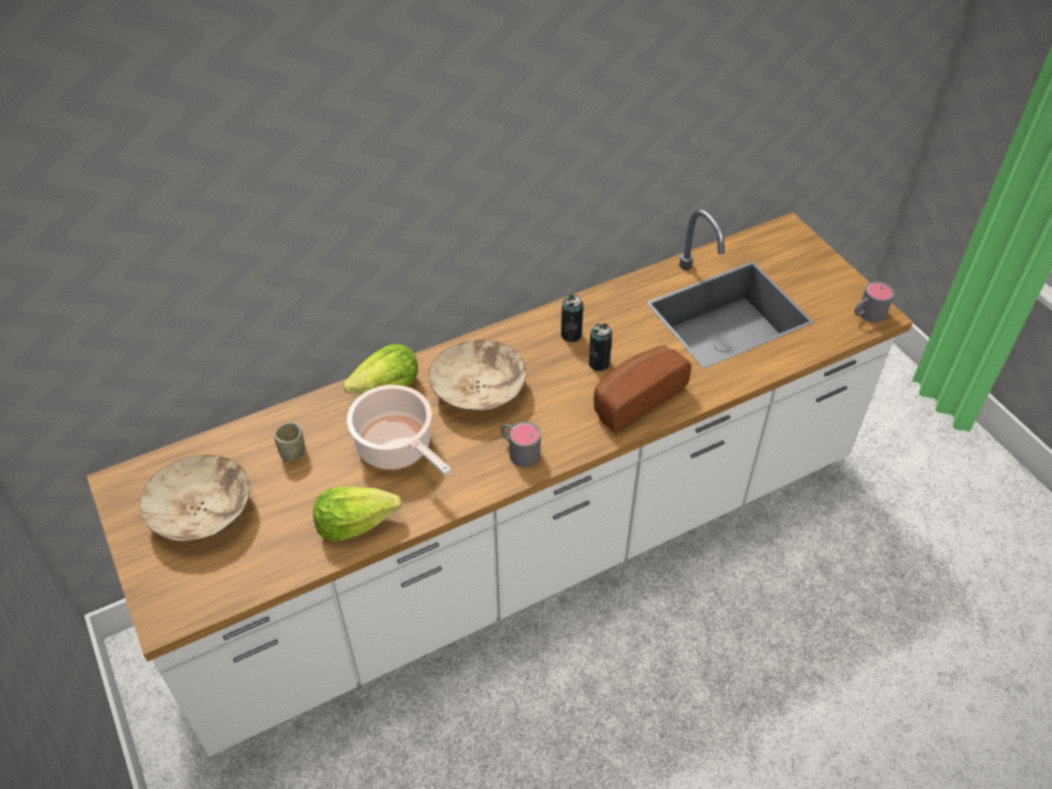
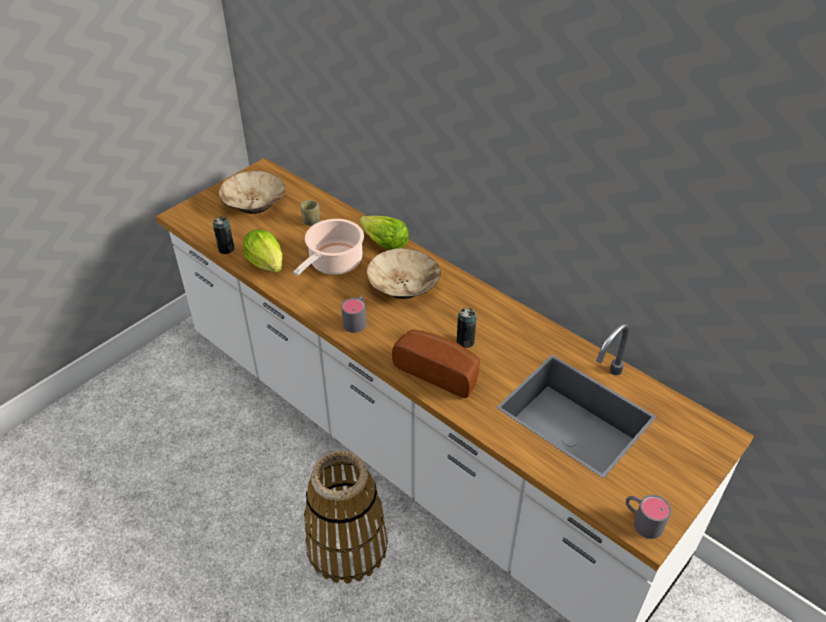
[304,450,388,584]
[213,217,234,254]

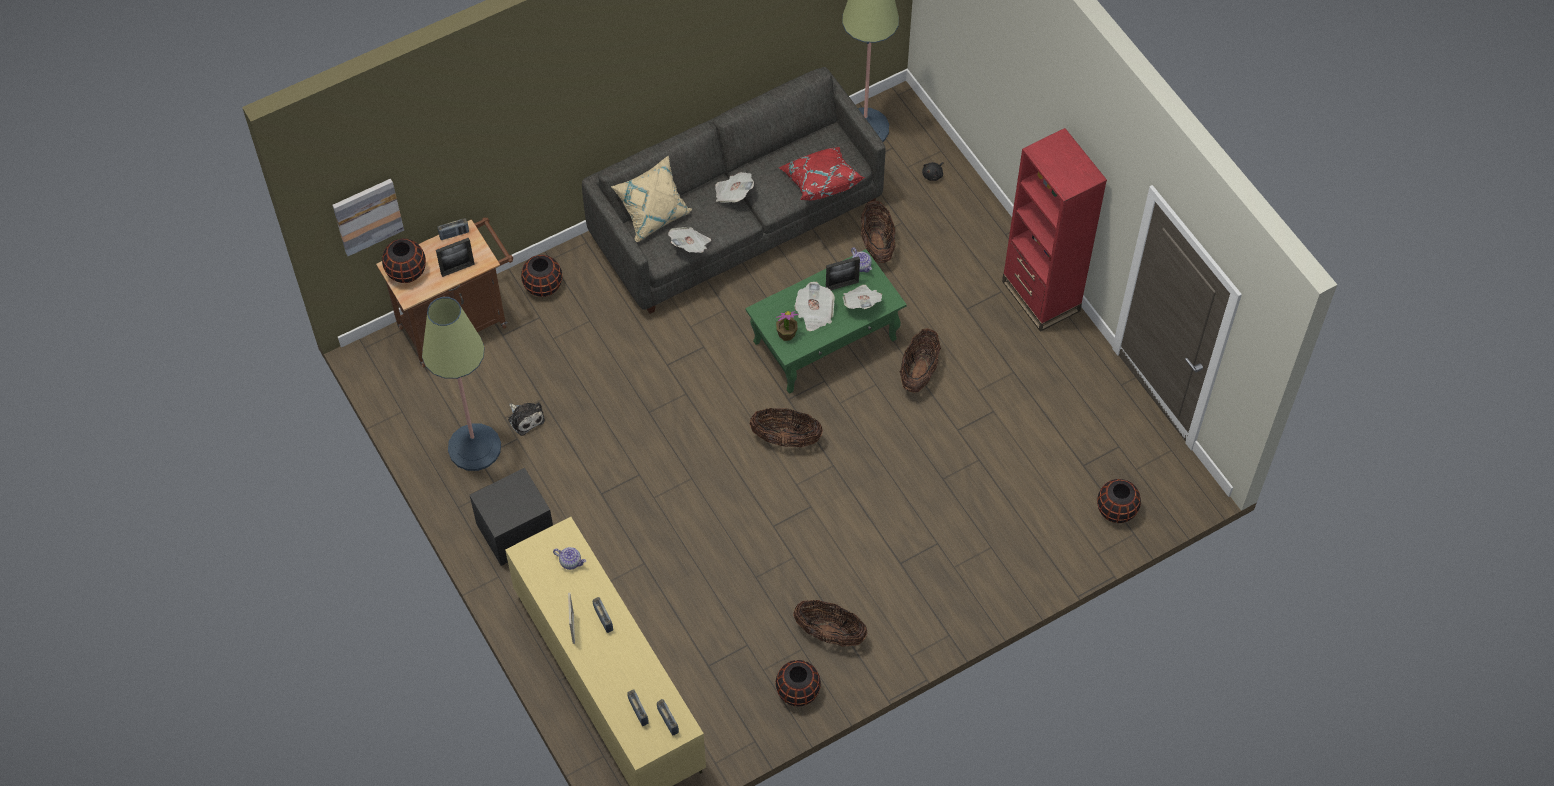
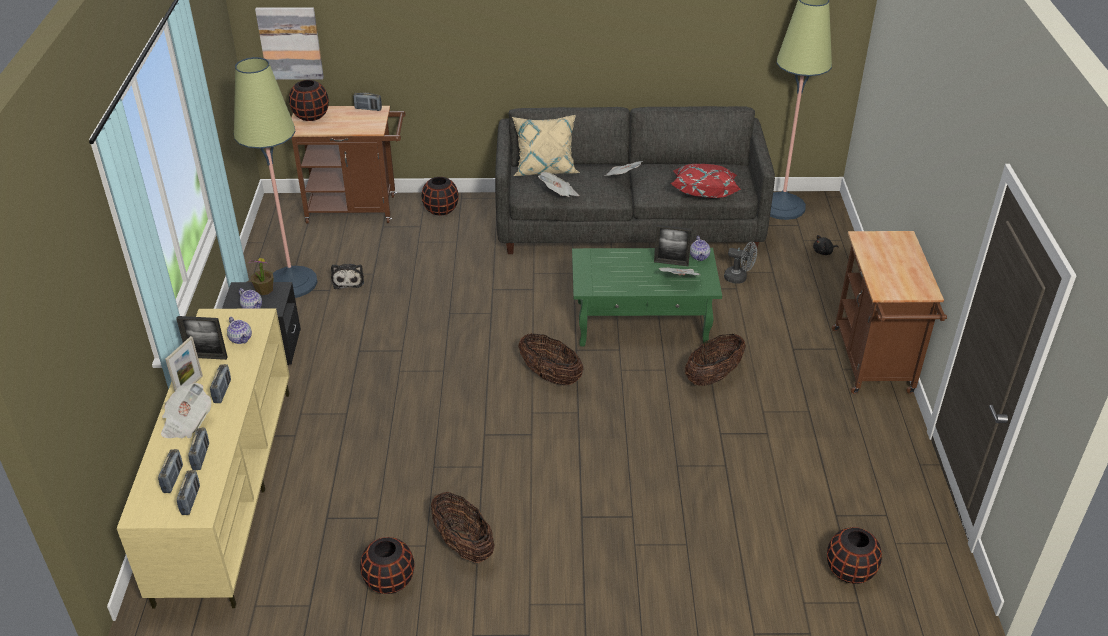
[188,428,209,470]
[239,288,262,309]
[176,316,227,360]
[248,258,274,295]
[161,383,211,438]
[724,242,757,284]
[832,231,947,394]

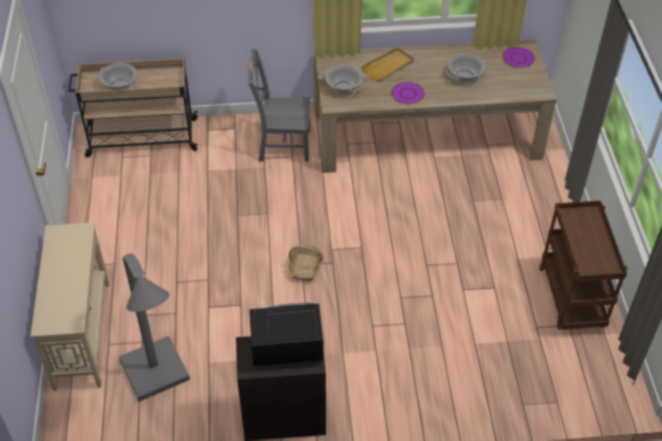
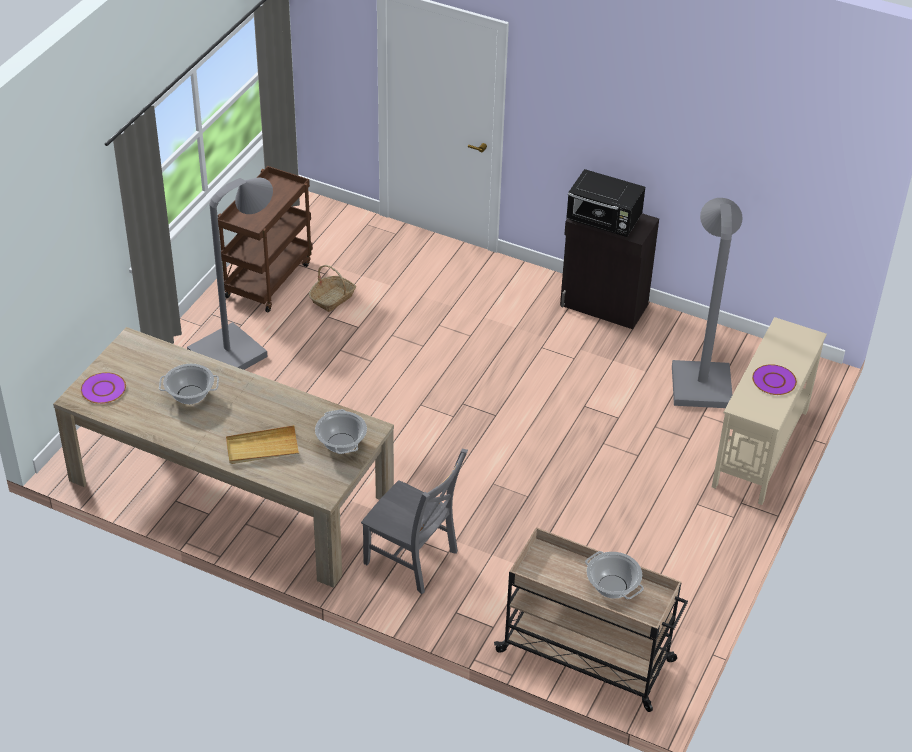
[187,177,273,370]
[309,265,356,312]
[752,364,797,395]

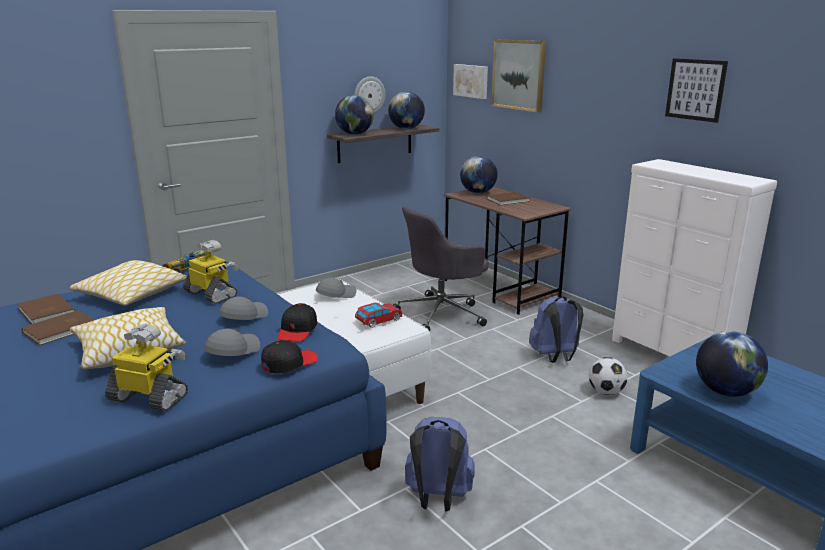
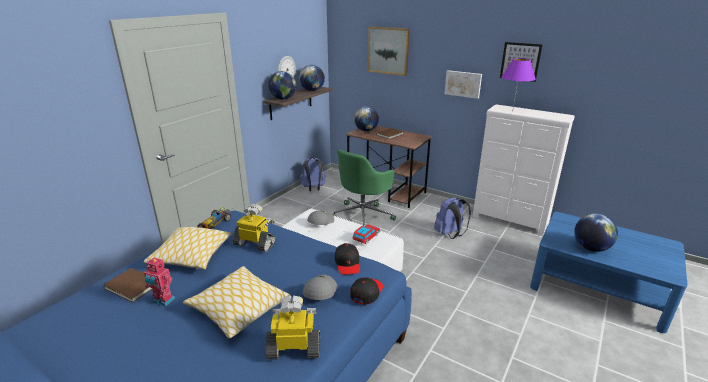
[219,297,268,320] (first image)
[589,357,628,395] (first image)
[502,58,536,108]
[300,157,326,191]
[444,70,482,99]
[144,258,175,307]
[332,149,396,226]

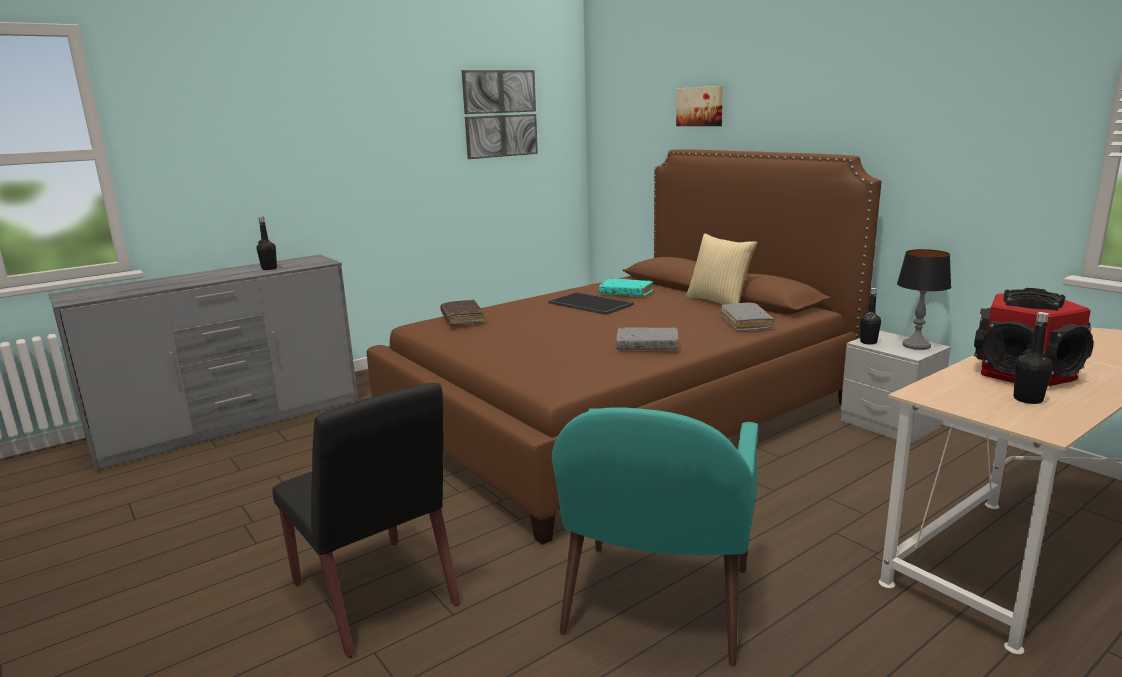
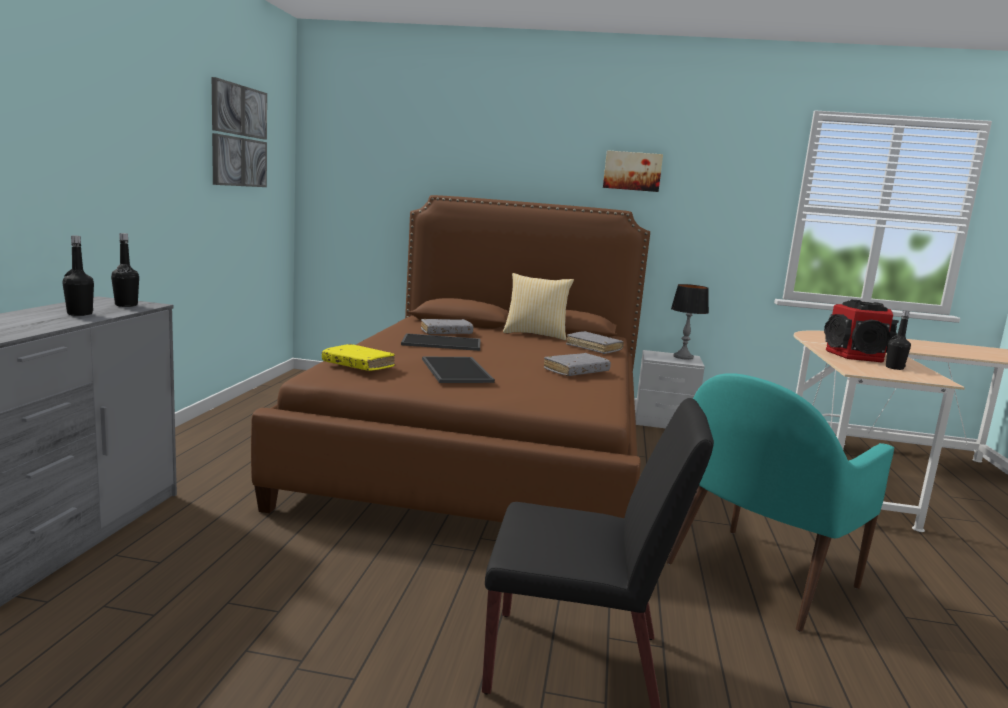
[422,356,495,383]
[603,150,663,192]
[111,233,139,307]
[322,344,395,371]
[421,319,474,334]
[667,373,895,632]

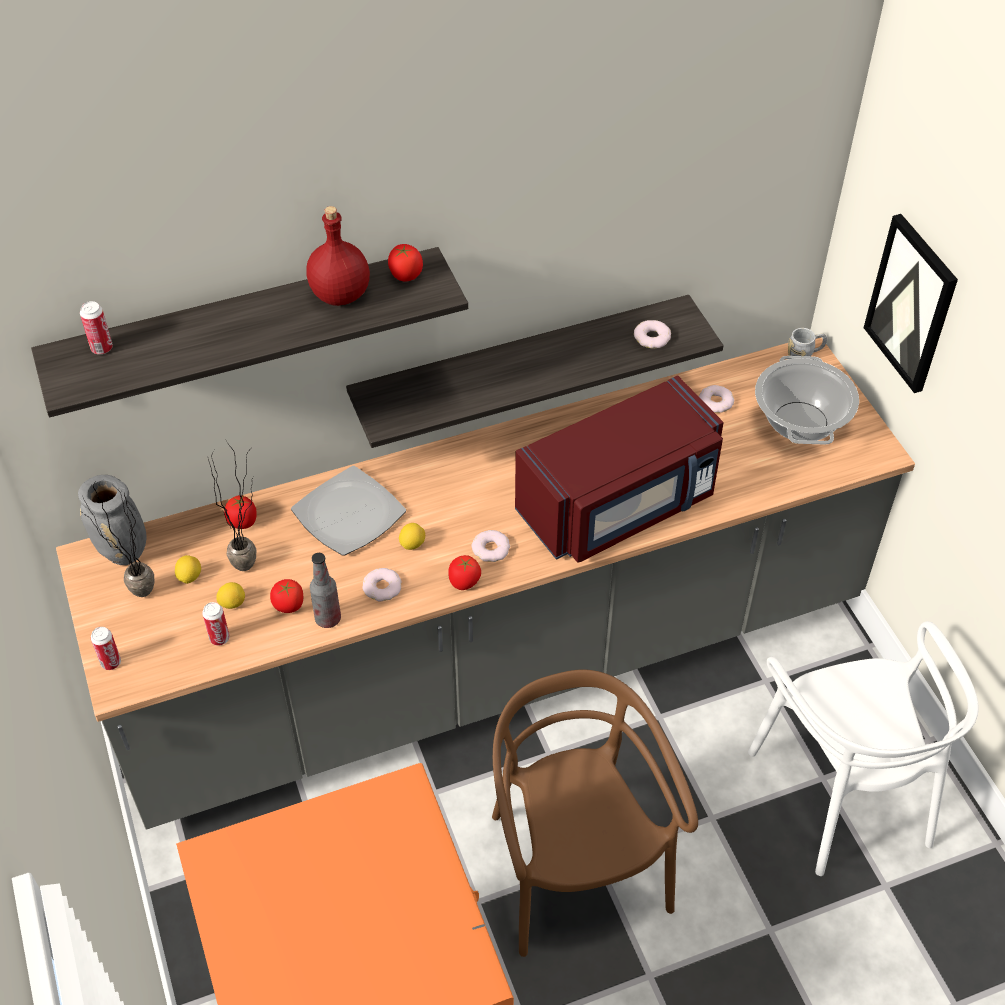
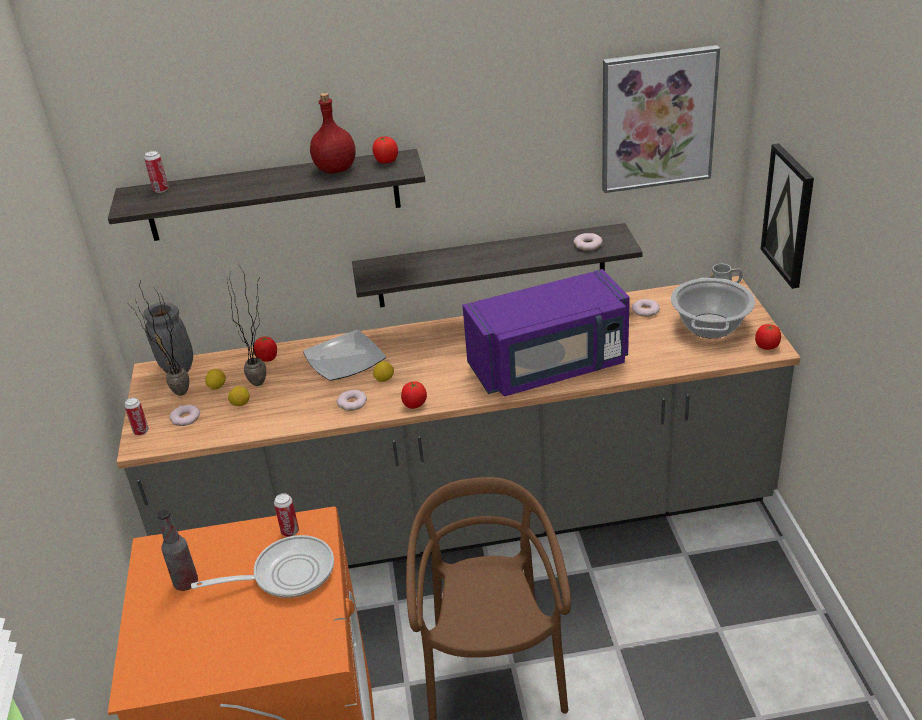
[748,621,979,876] (first image)
[191,535,334,598]
[602,45,720,193]
[274,493,299,537]
[755,324,781,350]
[157,509,198,591]
[169,405,200,426]
[463,269,630,396]

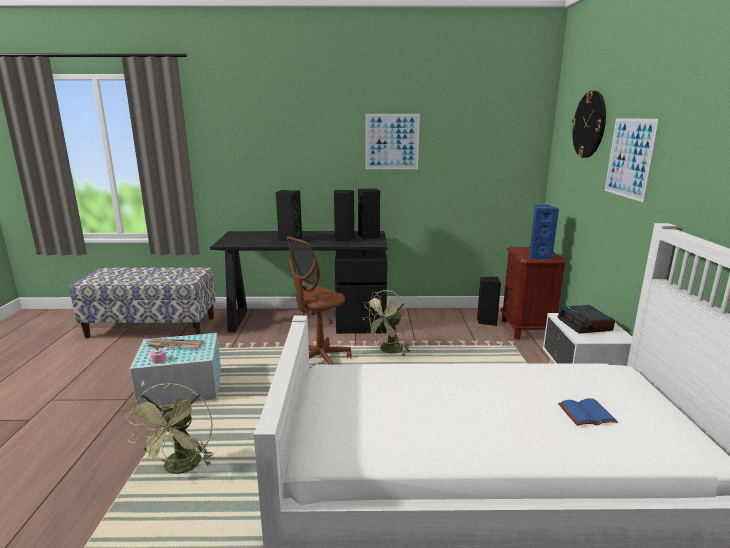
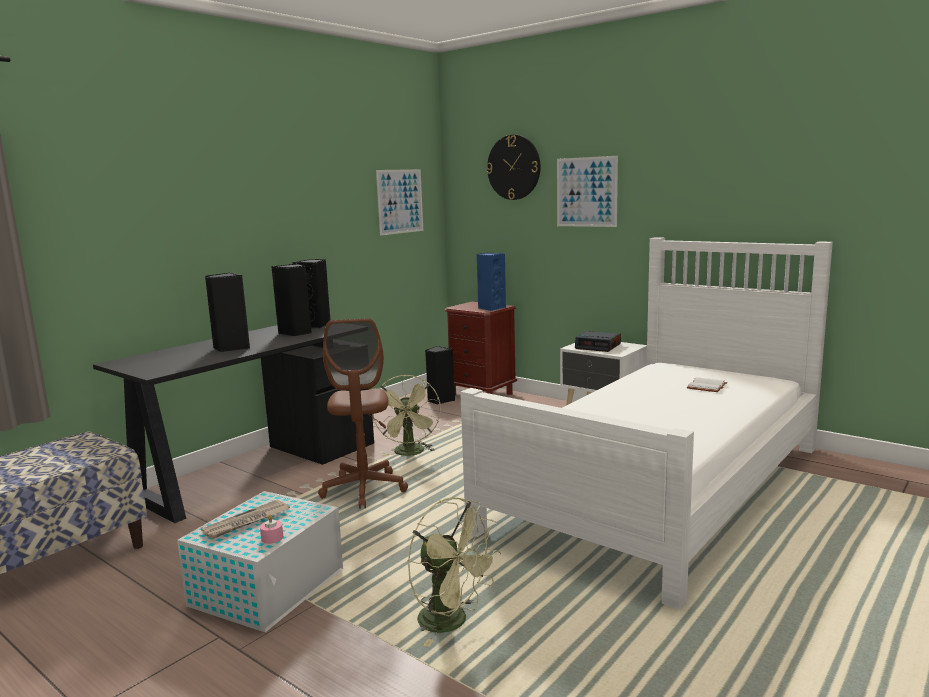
[376,169,423,236]
[687,377,727,392]

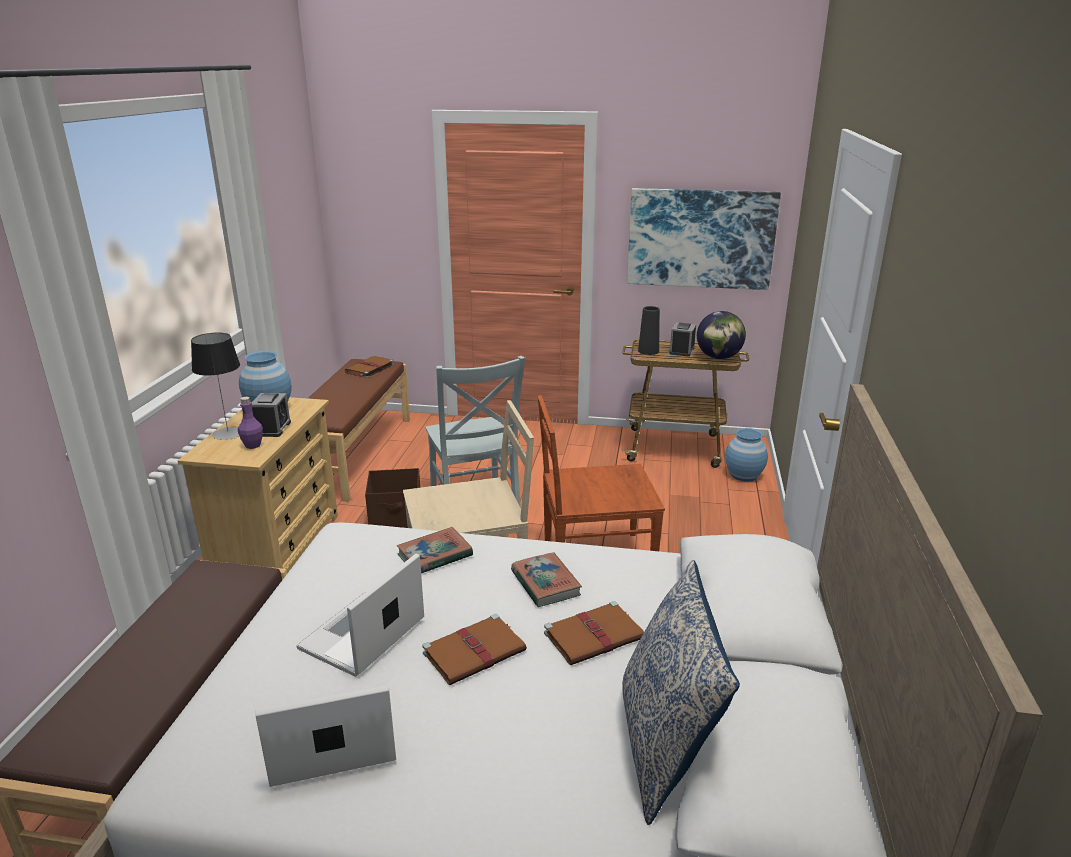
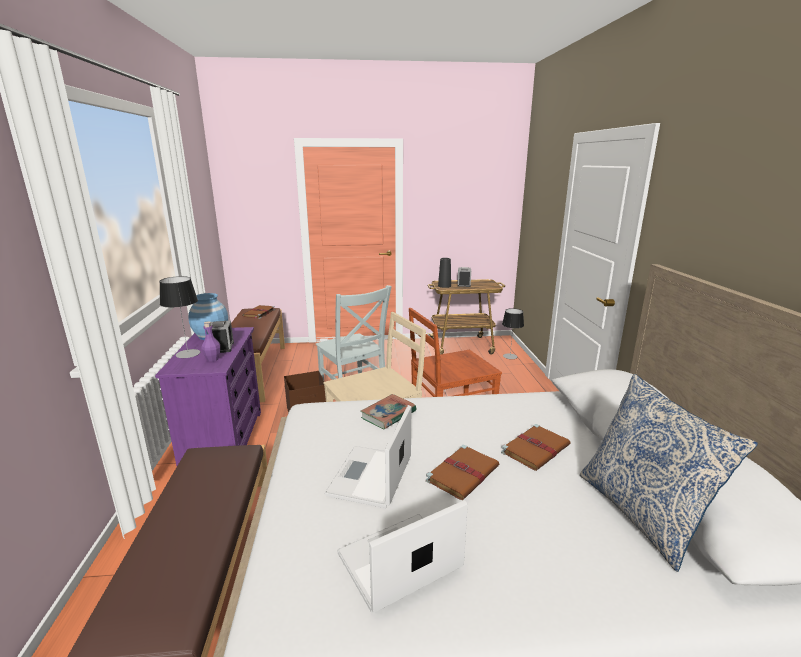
[511,552,582,607] (first image)
[627,188,781,290] (first image)
[697,311,746,359] (first image)
[502,308,524,359]
[155,327,261,466]

